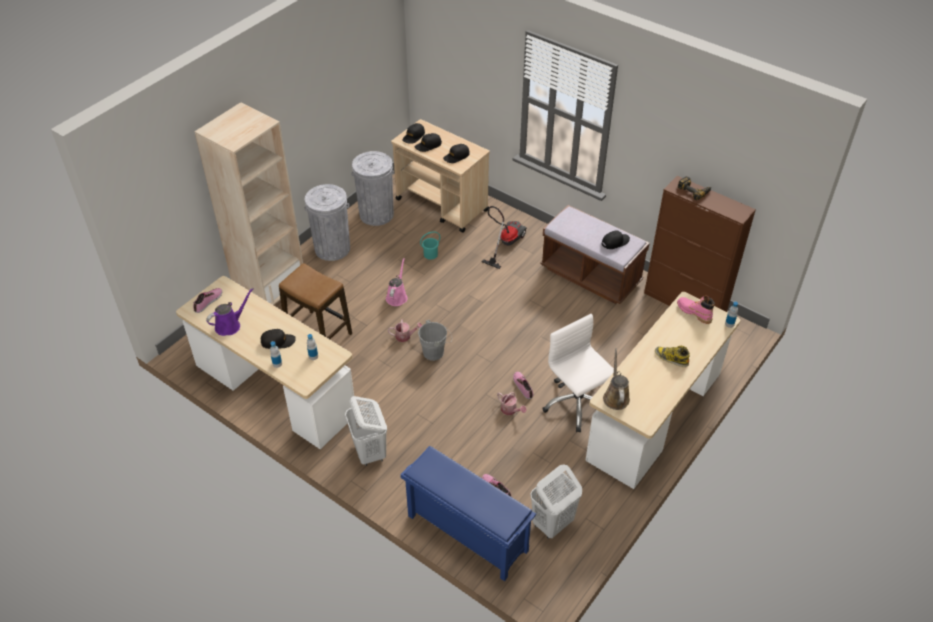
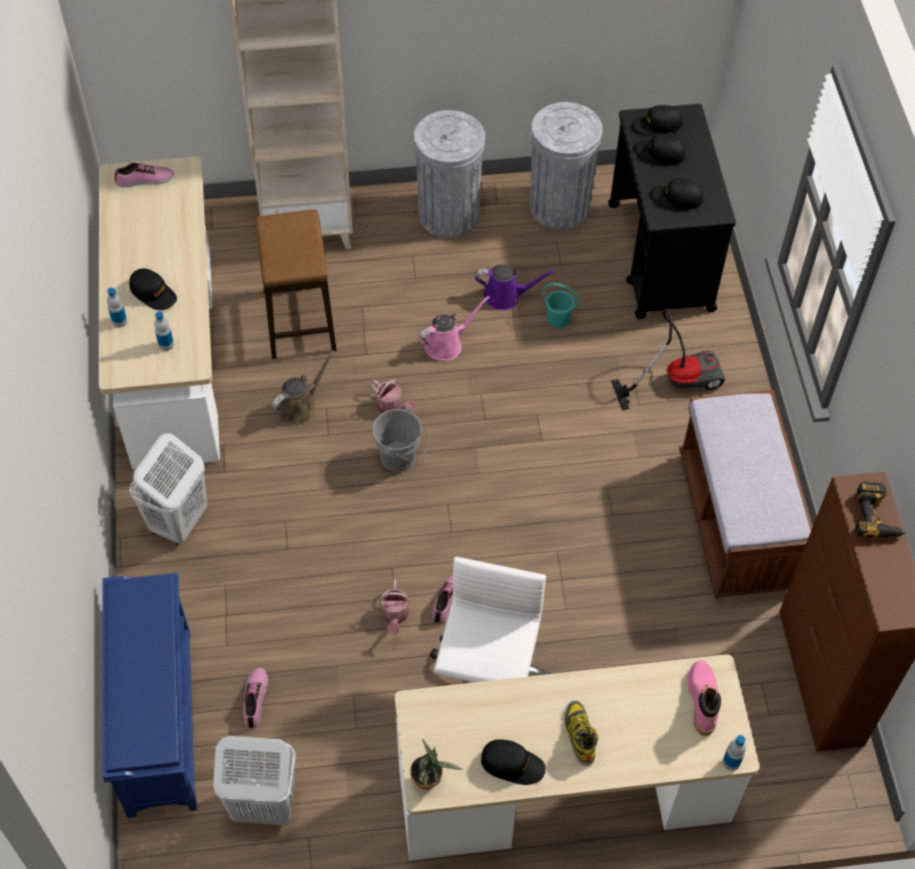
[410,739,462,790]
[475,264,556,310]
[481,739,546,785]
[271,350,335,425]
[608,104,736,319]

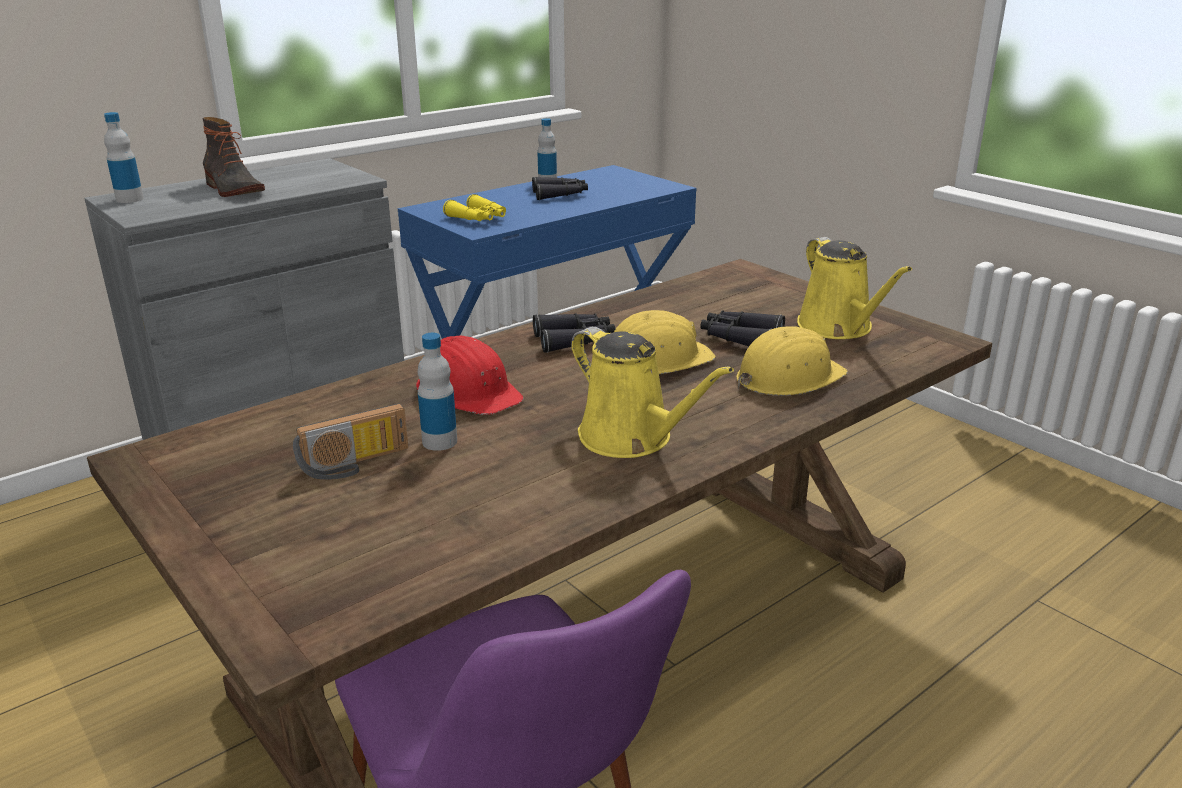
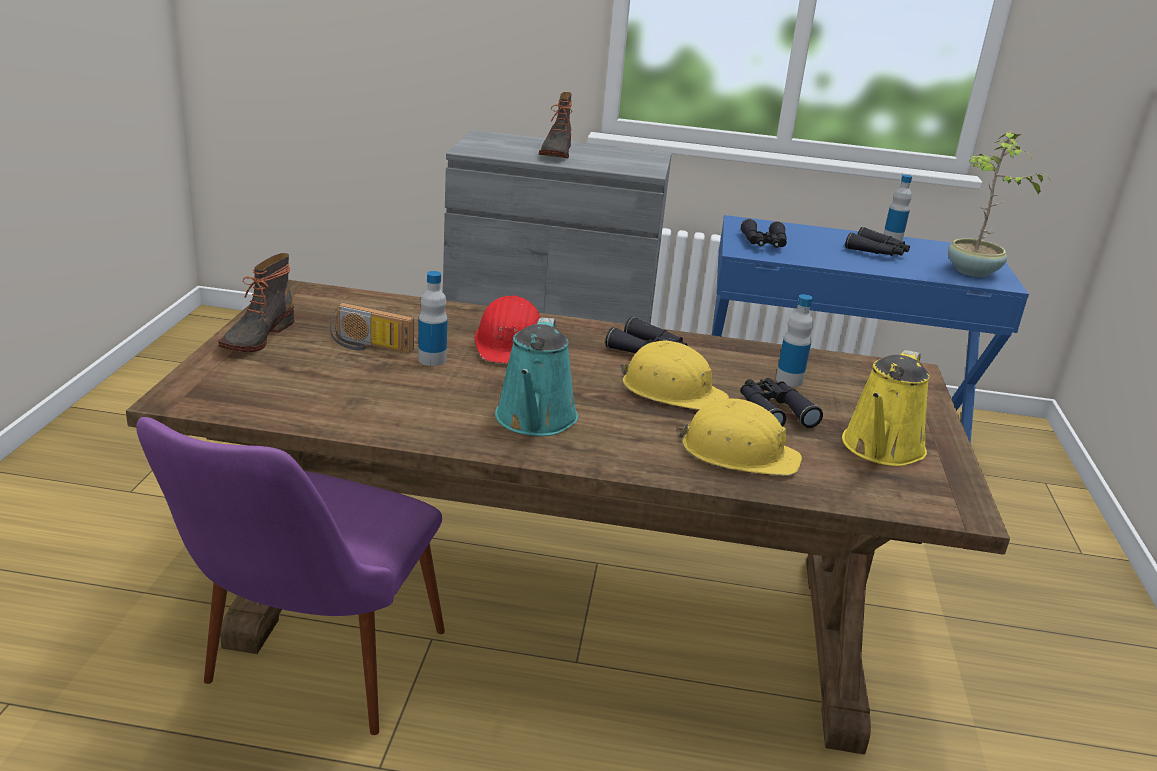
[218,253,294,352]
[948,130,1051,277]
[776,294,813,387]
[741,219,787,248]
[495,317,578,436]

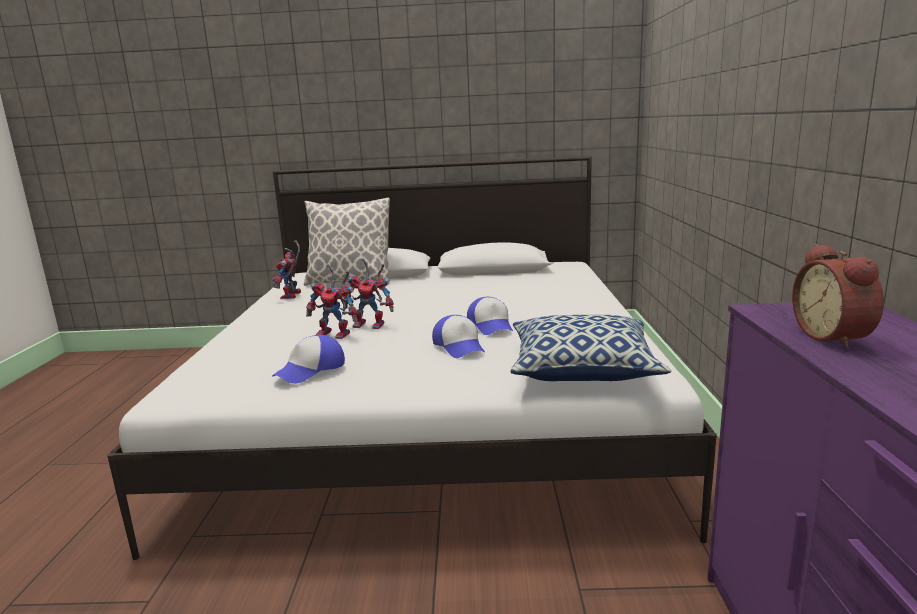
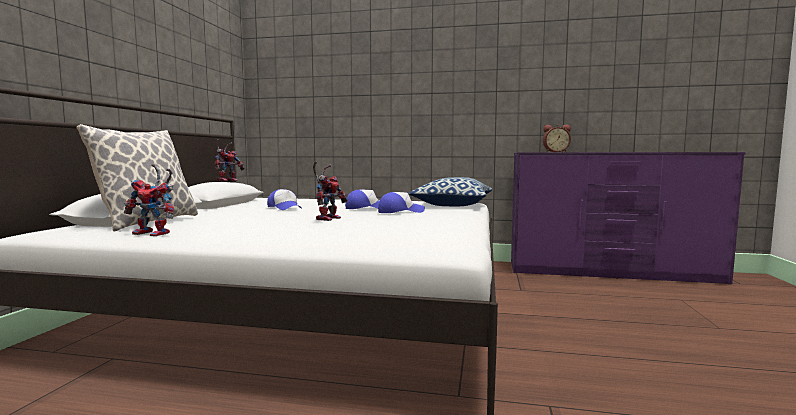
[267,189,302,210]
[215,139,245,181]

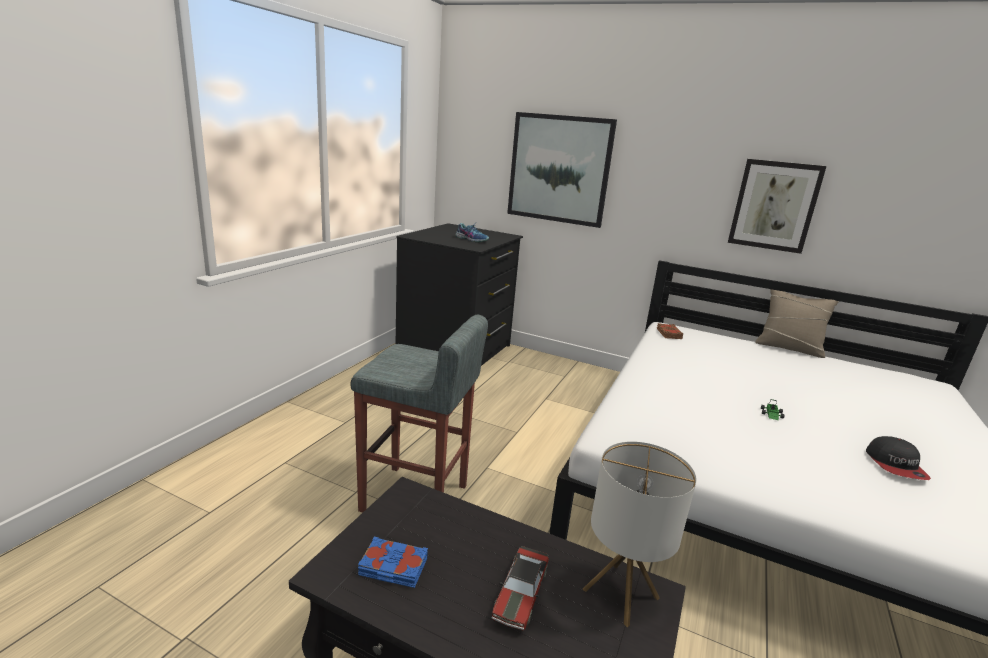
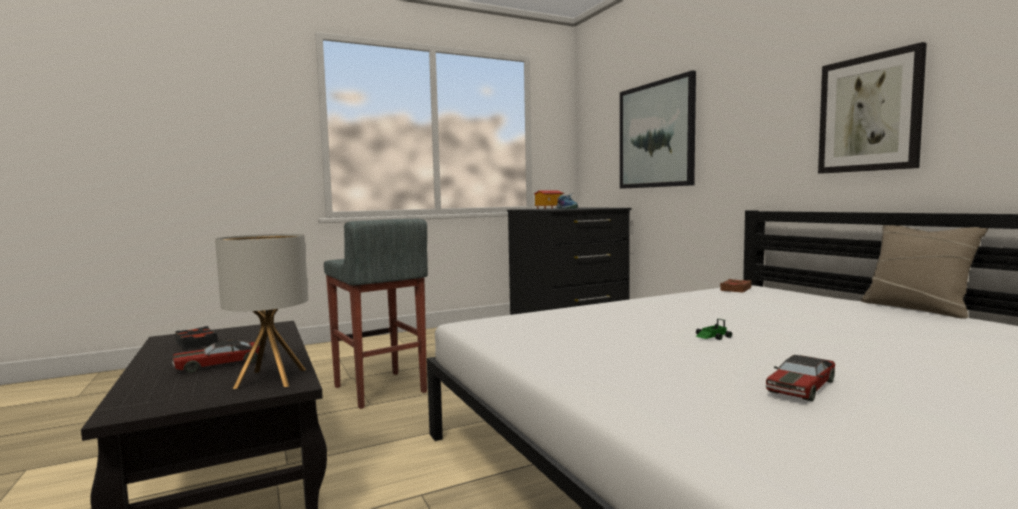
[534,190,564,209]
[766,355,835,401]
[175,326,218,349]

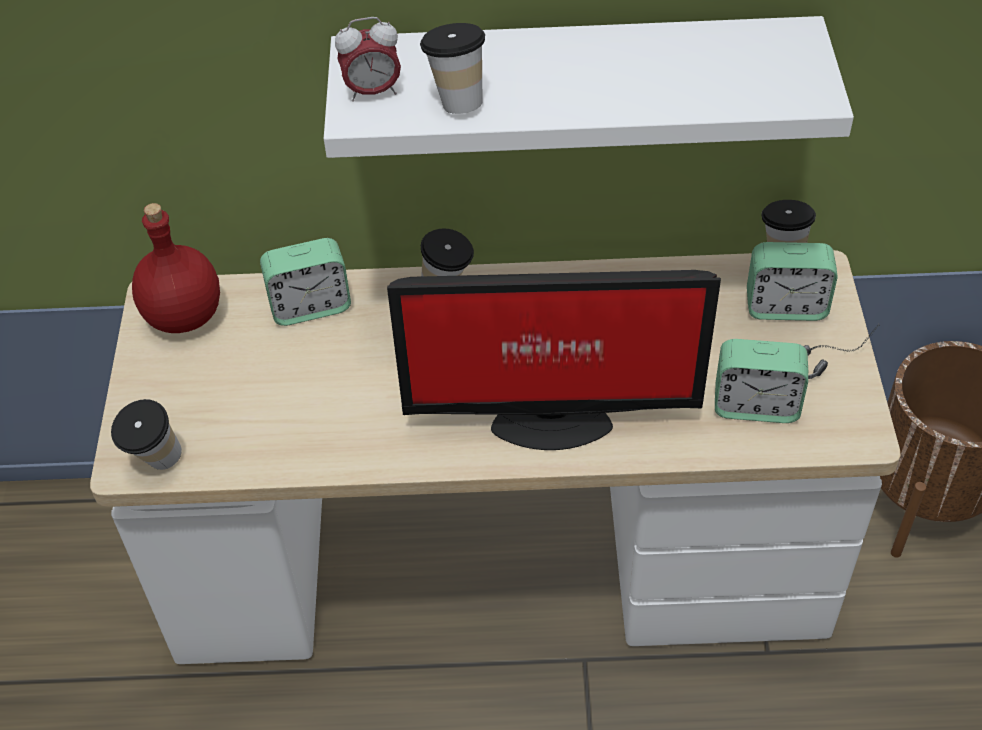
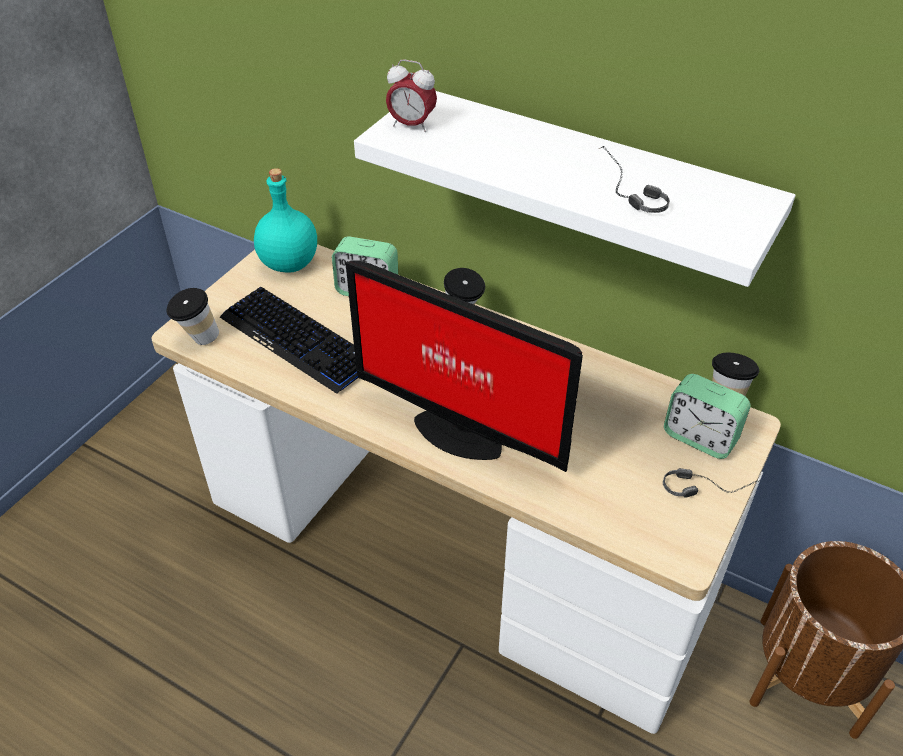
[420,23,485,114] (first image)
[715,339,808,423] (first image)
[220,287,358,394]
[599,146,670,213]
[254,168,317,273]

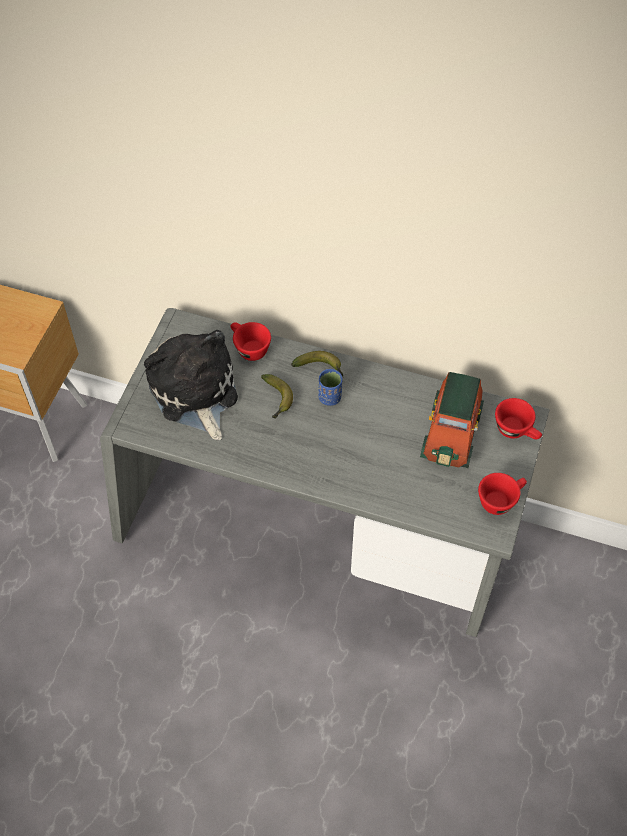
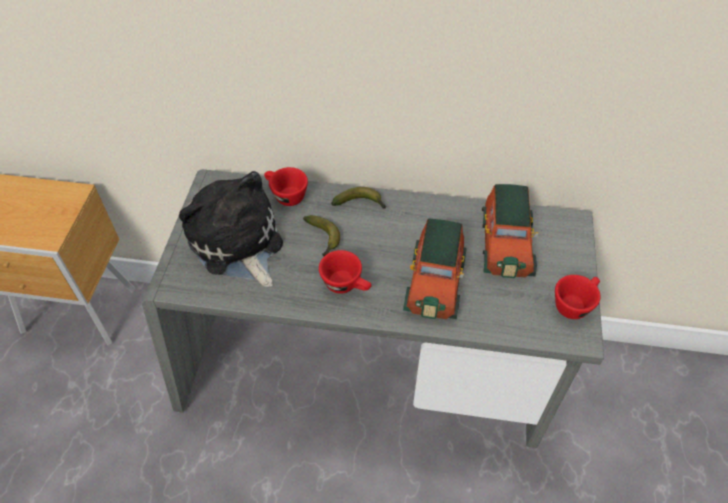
[318,369,342,406] (first image)
[403,219,467,319]
[319,250,372,294]

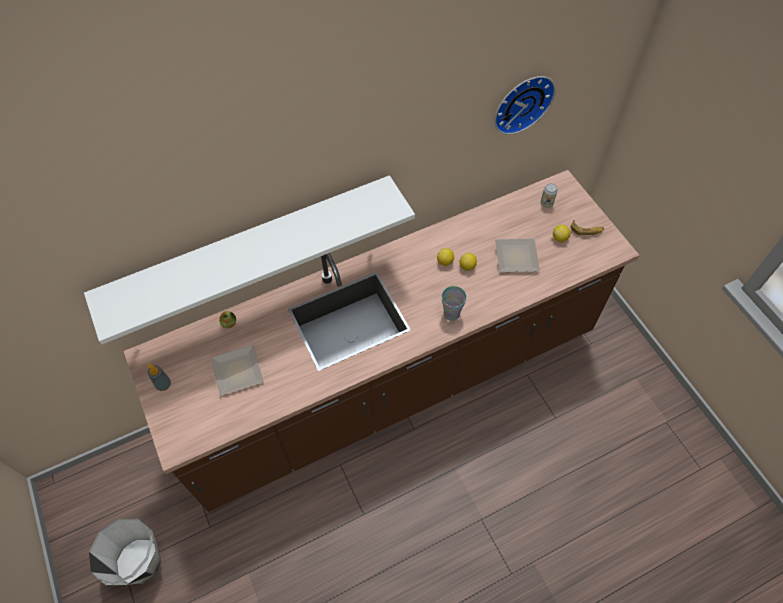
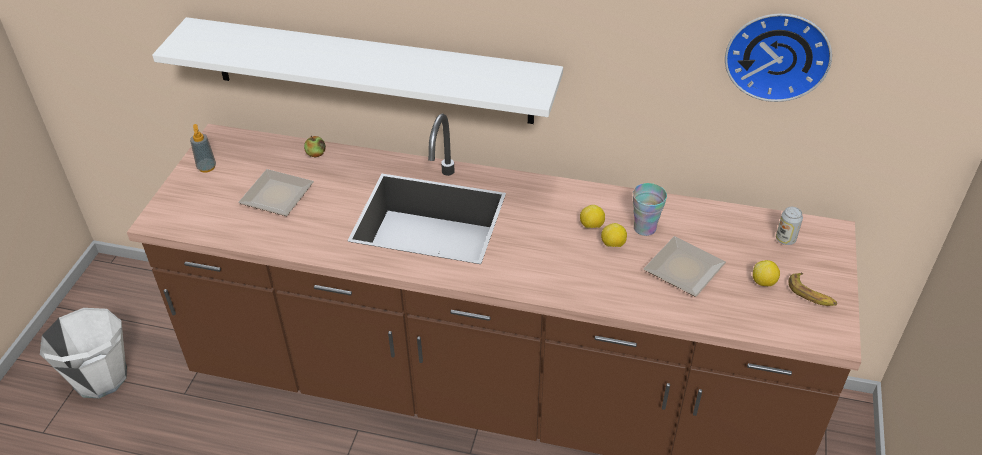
[633,183,667,236]

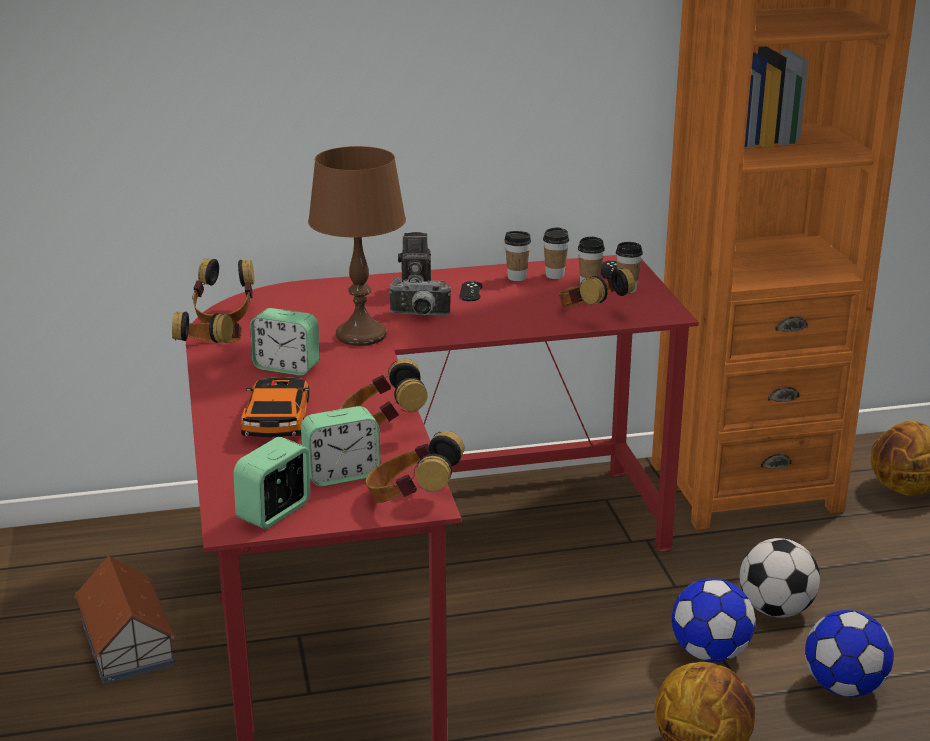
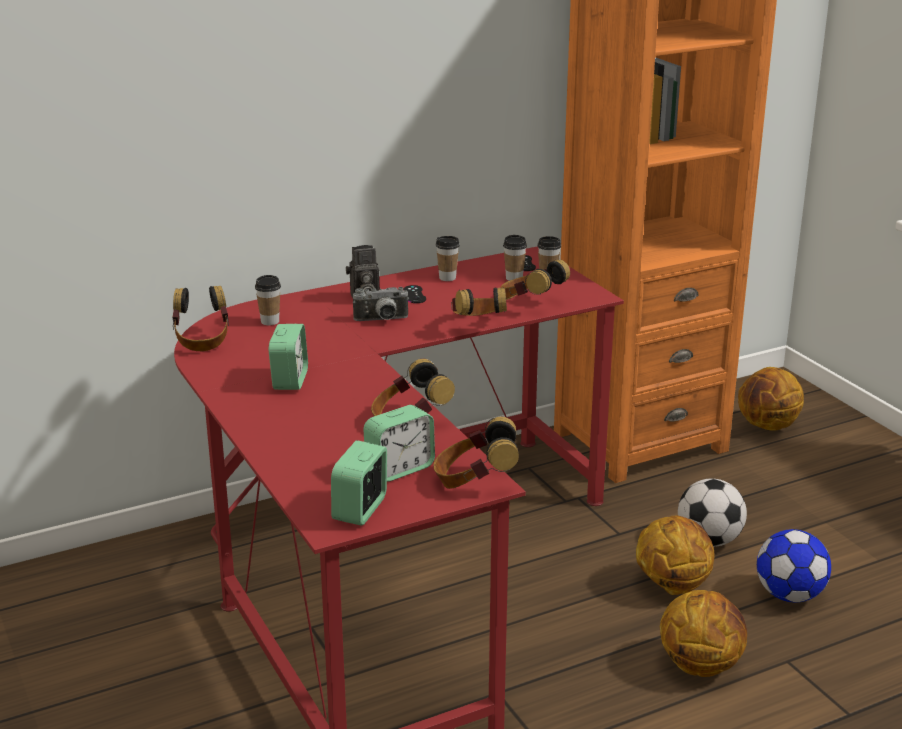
[74,556,176,684] (first image)
[241,377,310,437] (first image)
[308,146,406,346] (first image)
[451,288,507,316]
[255,275,281,325]
[636,515,715,595]
[269,324,308,390]

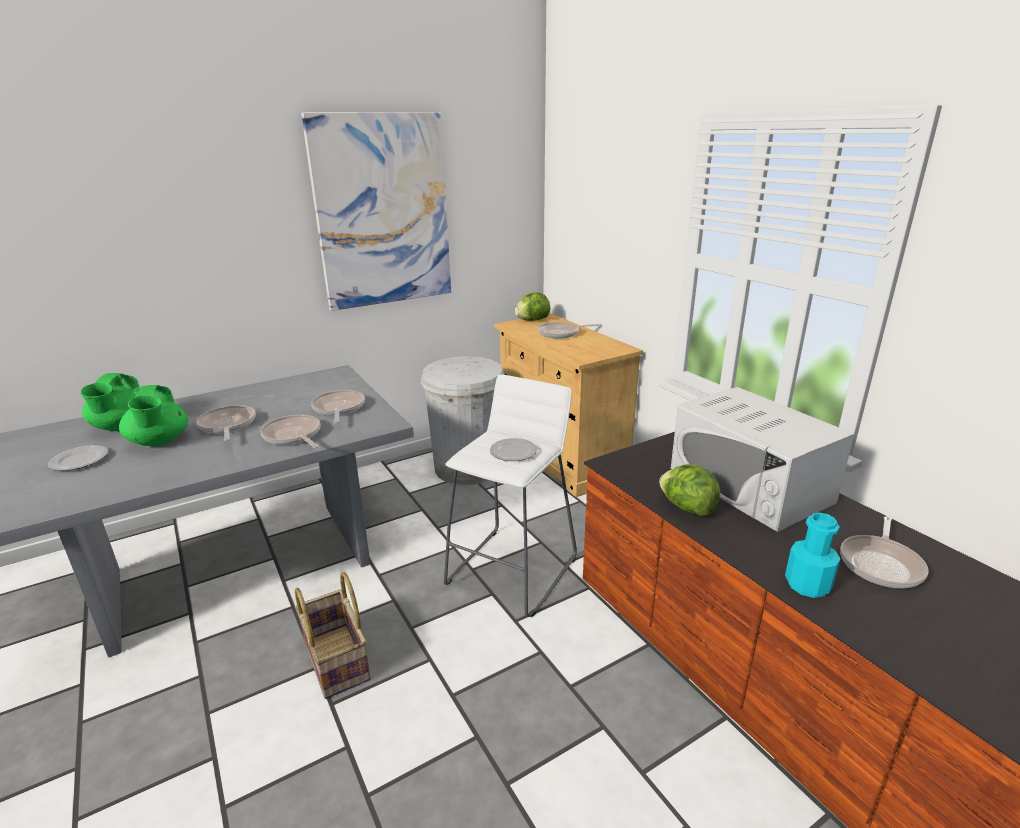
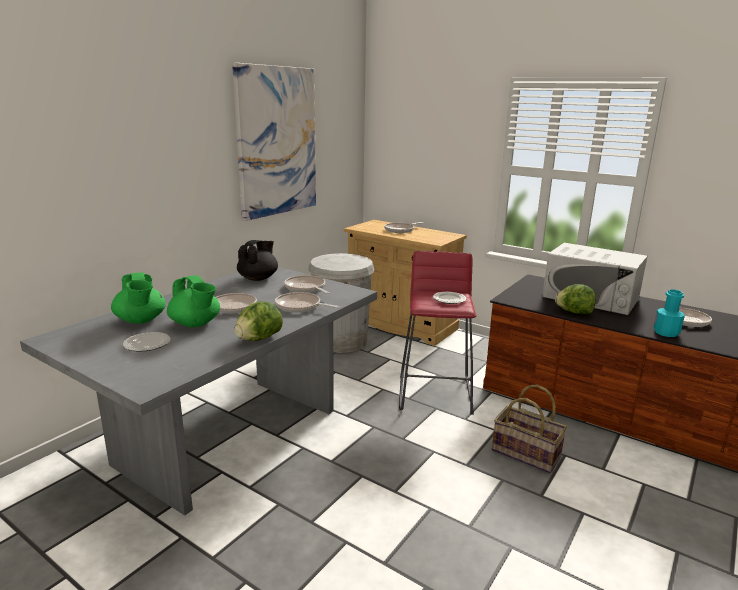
[237,240,278,281]
[492,385,567,473]
[235,301,283,341]
[399,251,477,415]

